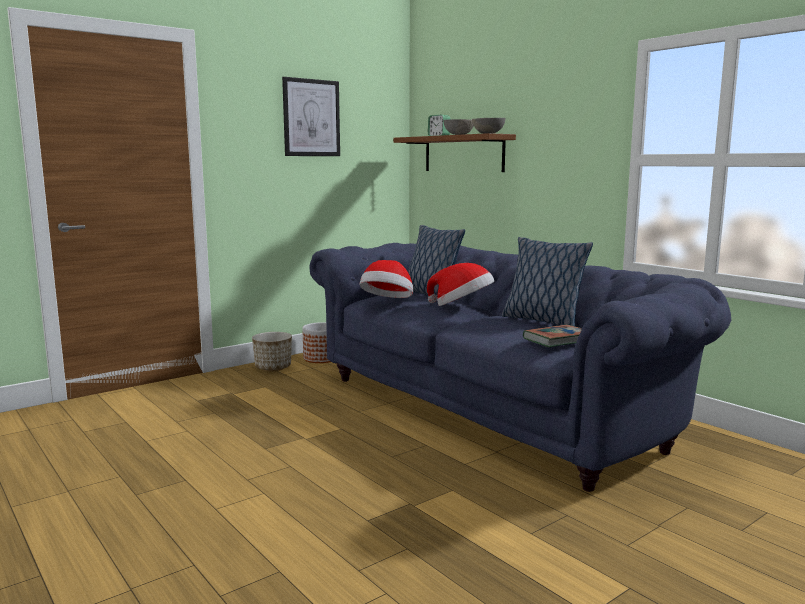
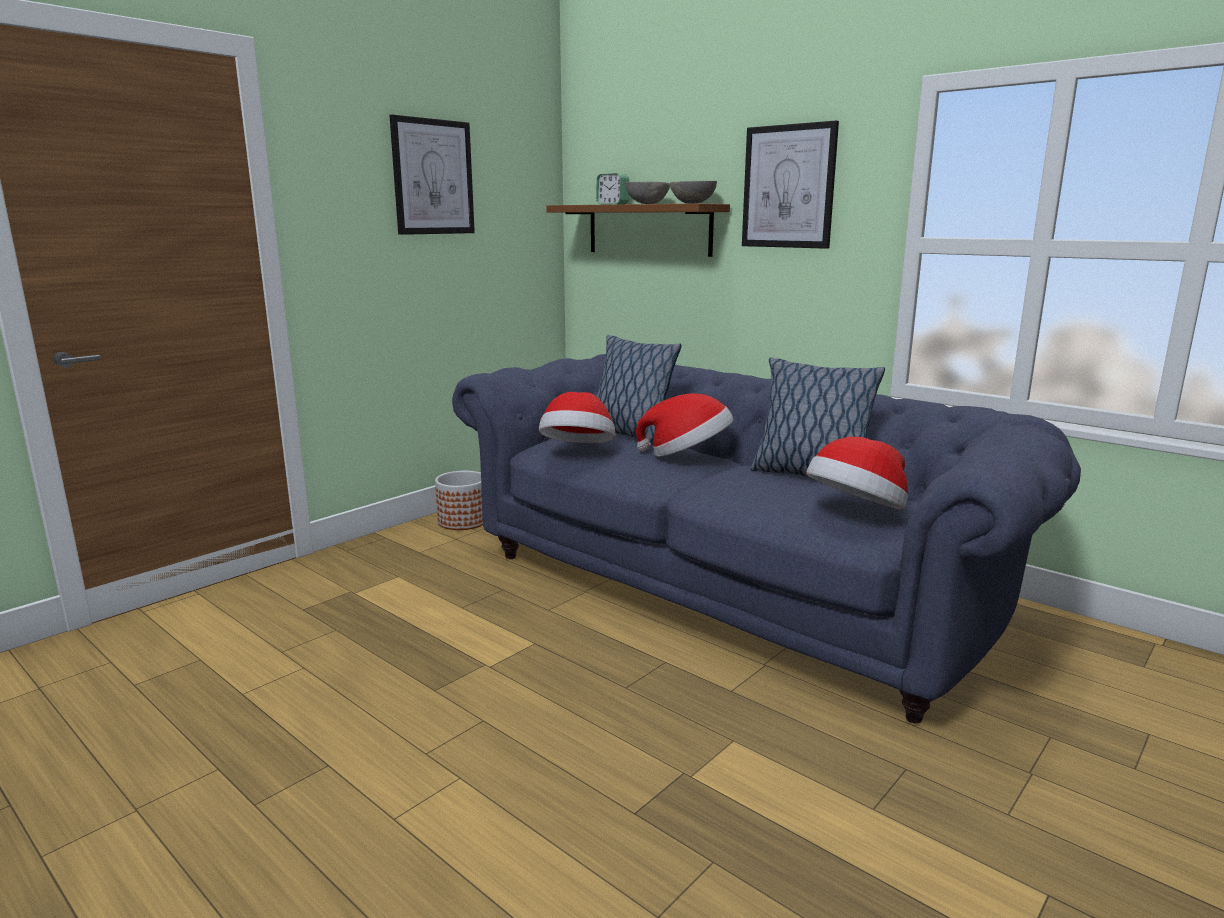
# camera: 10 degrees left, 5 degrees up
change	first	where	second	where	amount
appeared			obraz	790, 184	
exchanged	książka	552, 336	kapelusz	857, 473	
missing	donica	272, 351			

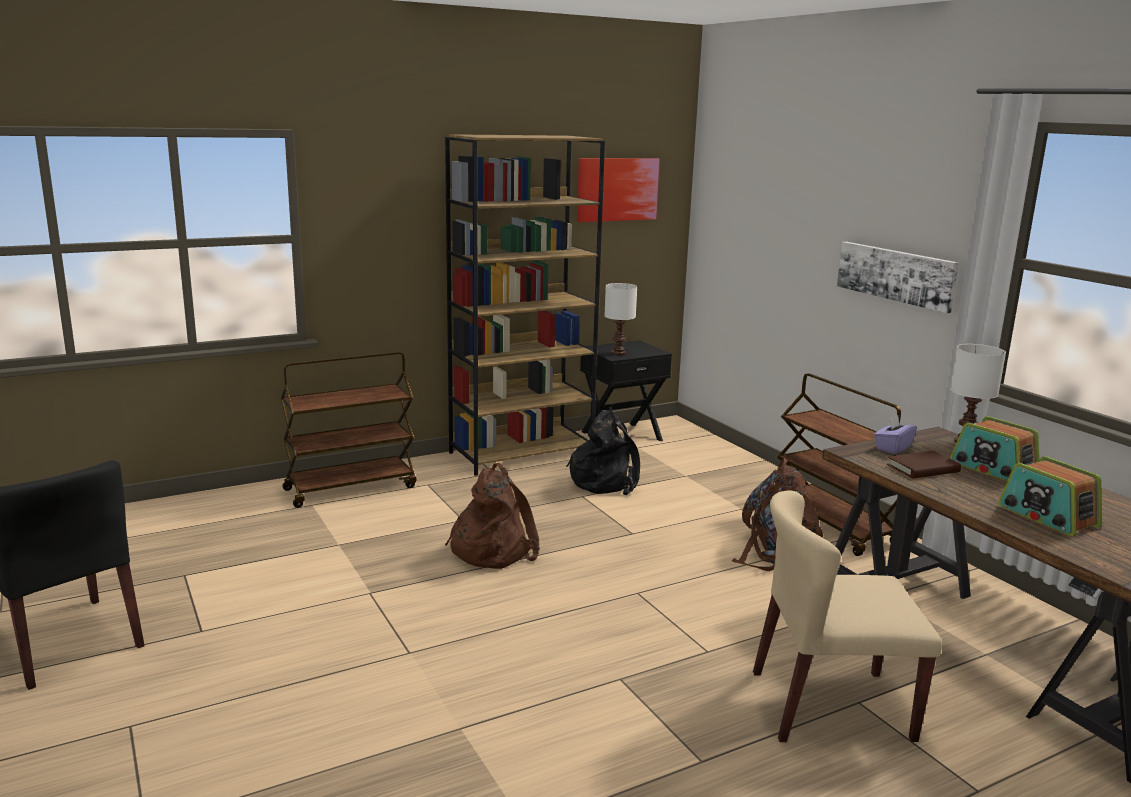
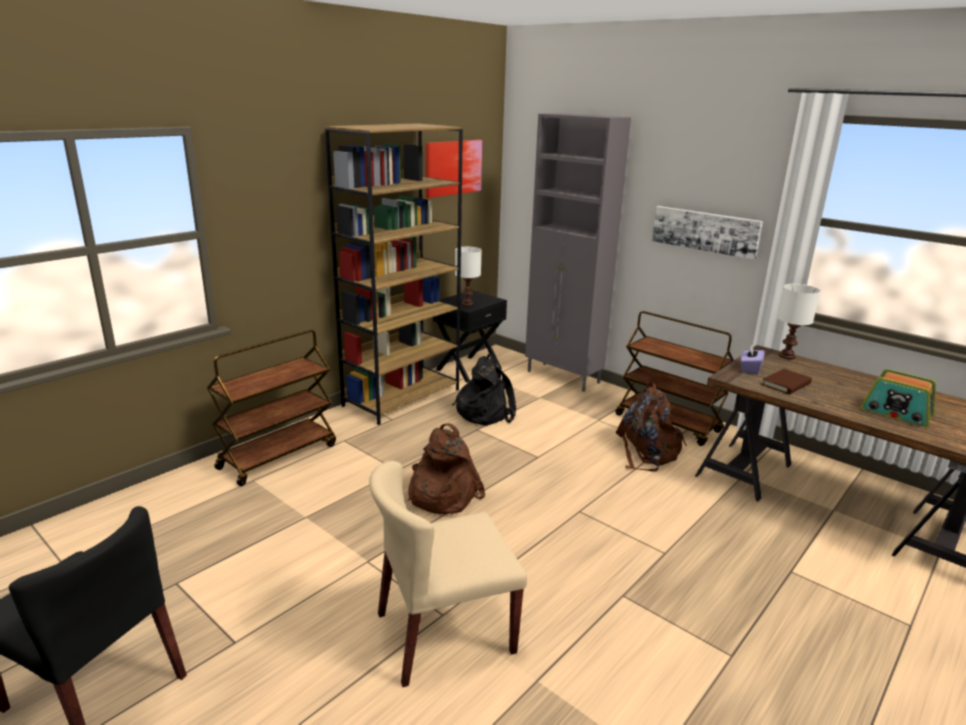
# camera: 20 degrees left, 5 degrees up
change	first	where	second	where	amount
relocated	krzesło [beżowy]	847, 616		448, 574	
appeared			szafka [szary]	578, 252	
missing	radio	994, 448			

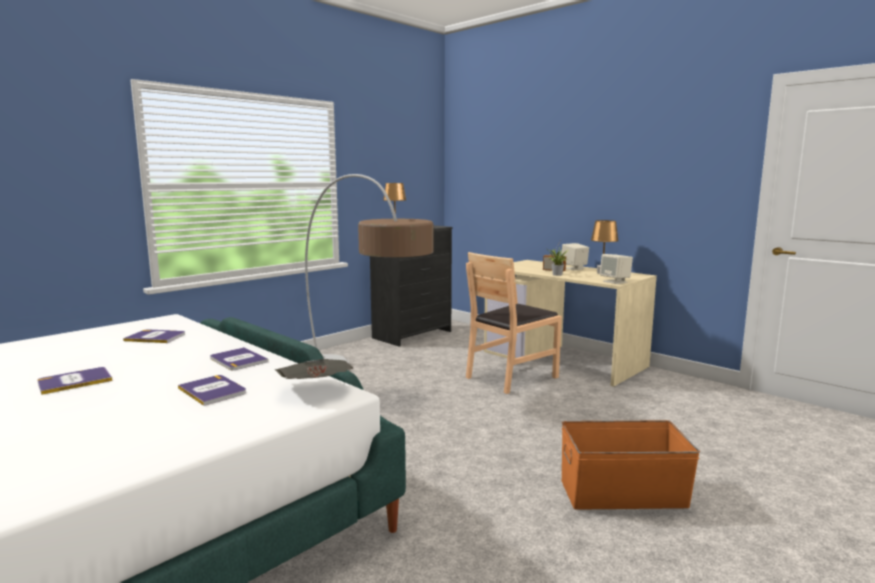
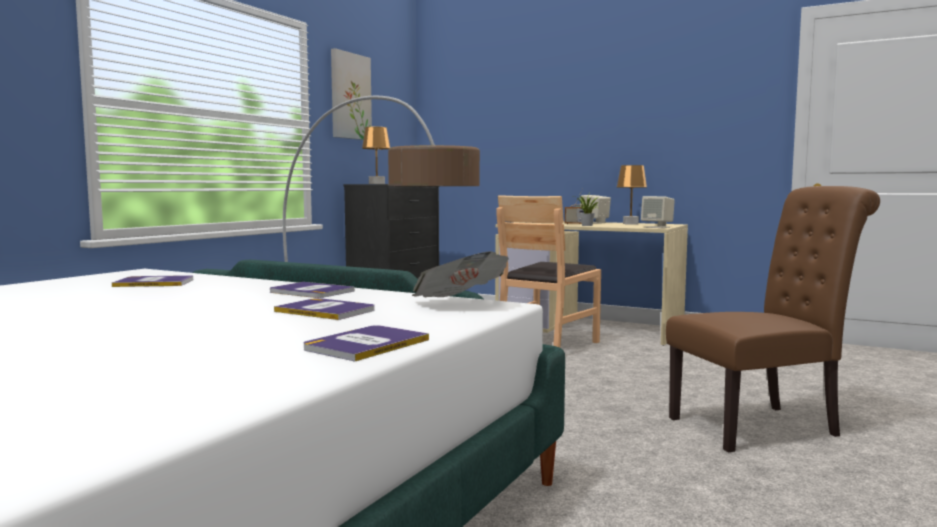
# camera: 15 degrees left, 5 degrees down
change	first	where	second	where	amount
relocated	książka	74, 381		366, 343	
appeared			obraz	351, 94	
exchanged	pojemnik do przechowywania [pomarańczowy]	631, 465	krzesło [brązowy]	773, 319	

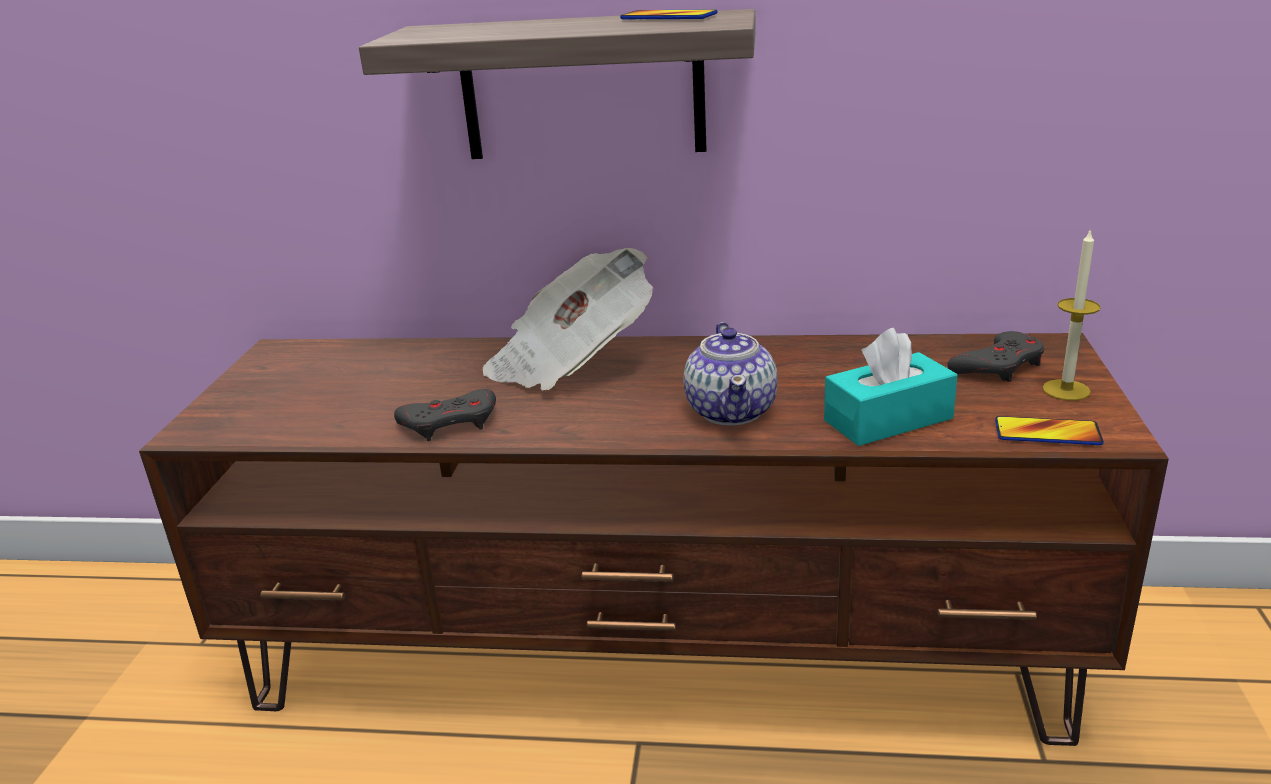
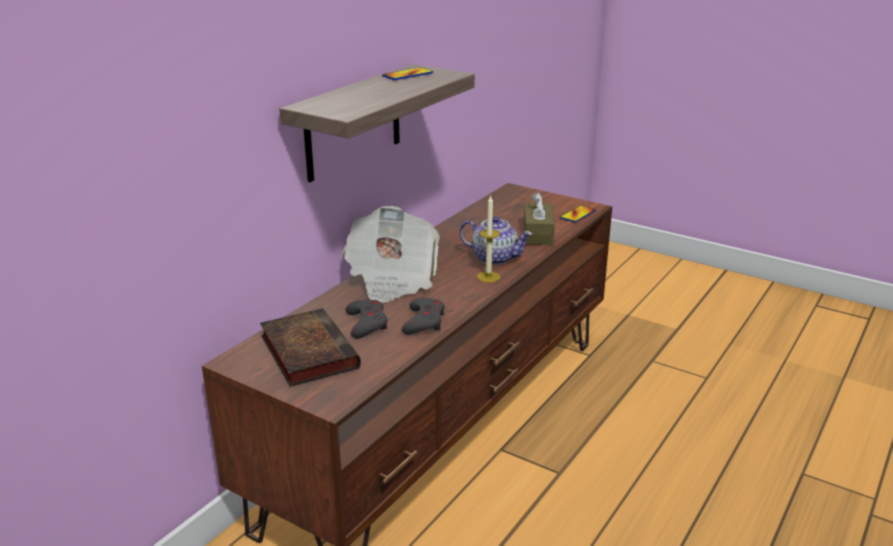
# camera: 65 degrees left, 0 degrees up
change	first	where	second	where	amount
appeared			książka	310, 347	
relocated	pad do gier [szary]	995, 356		366, 319	
relocated	świeca	1071, 314		488, 239	
colour	pudełko chusteczek [turkusowy]	891, 387	pudełko chusteczek [brązowy]	539, 218	

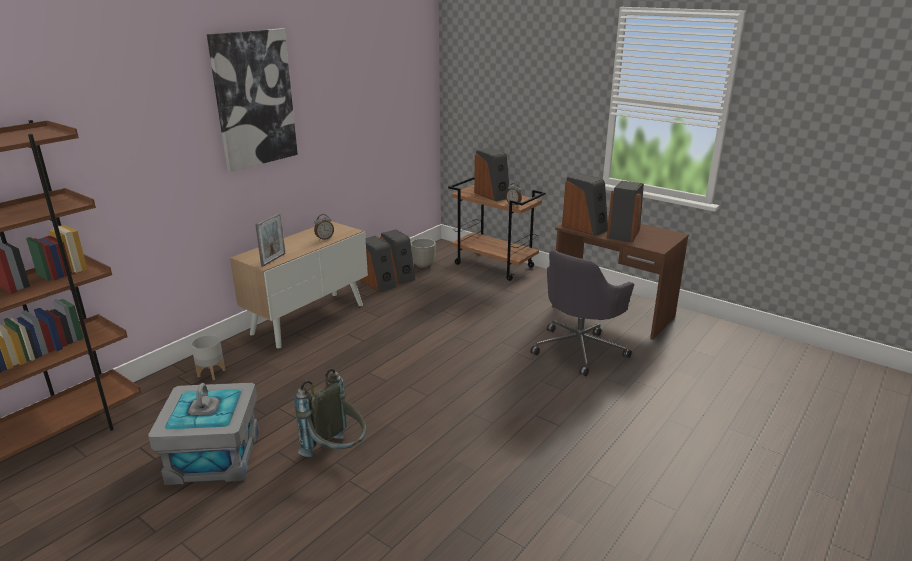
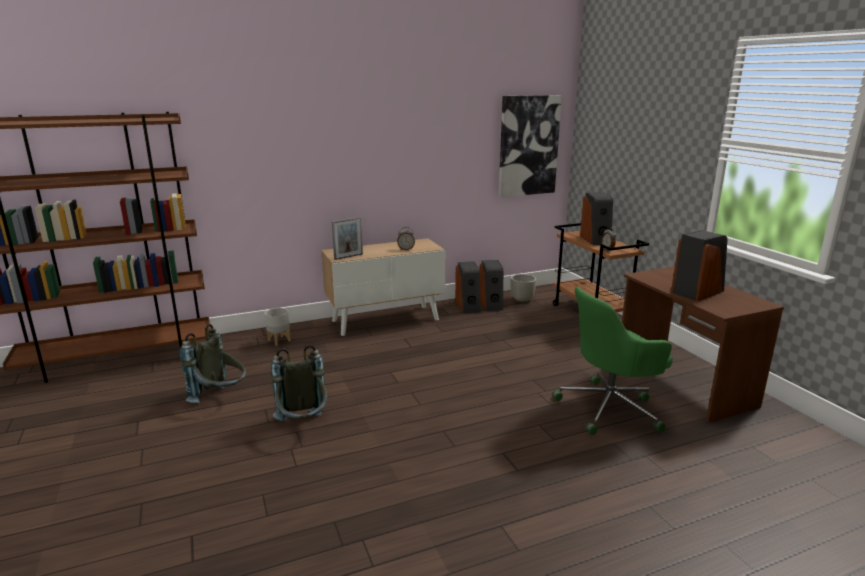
# camera: 30 degrees right, 5 degrees down
change	first	where	second	where	amount
exchanged	pojemnik do przechowywania [szary]	203, 434	plecak [szary]	213, 363	
relocated	obraz	252, 100		530, 146	
colour	krzesło biurowe [szary]	582, 313	krzesło biurowe [zielony]	612, 361	
missing	głośnik	585, 204			

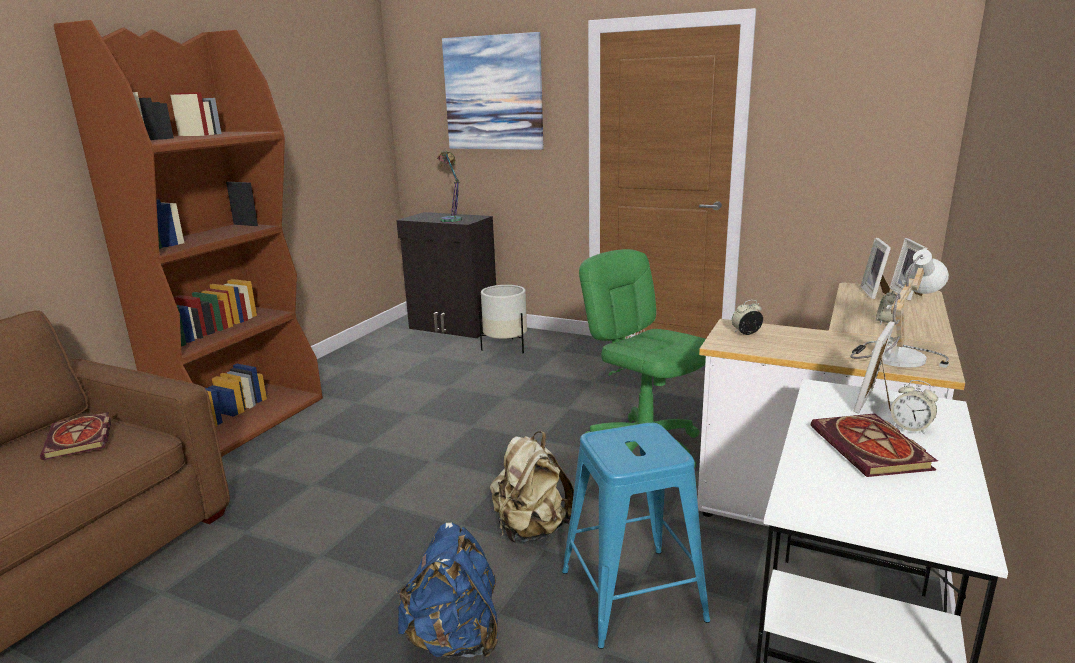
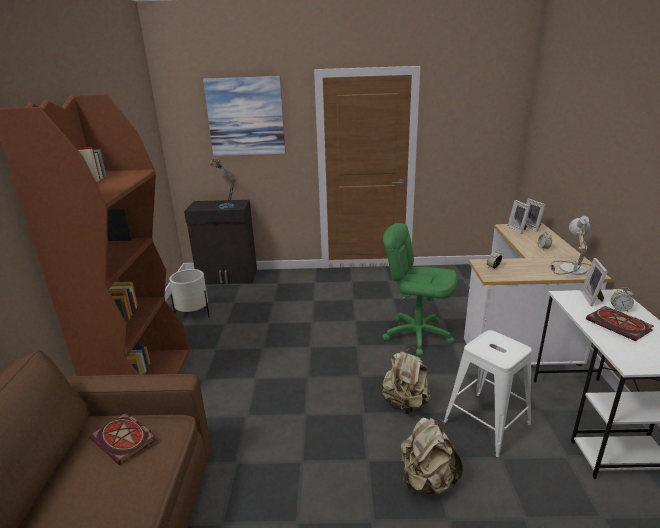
# camera: 25 degrees left, 5 degrees up
change	first	where	second	where	amount
relocated	donica [biały]	503, 319		189, 293	
colour	plecak [niebieski]	447, 590	plecak [beżowy]	432, 456	
colour	stołek [niebieski]	636, 536	stołek [biały]	488, 394	

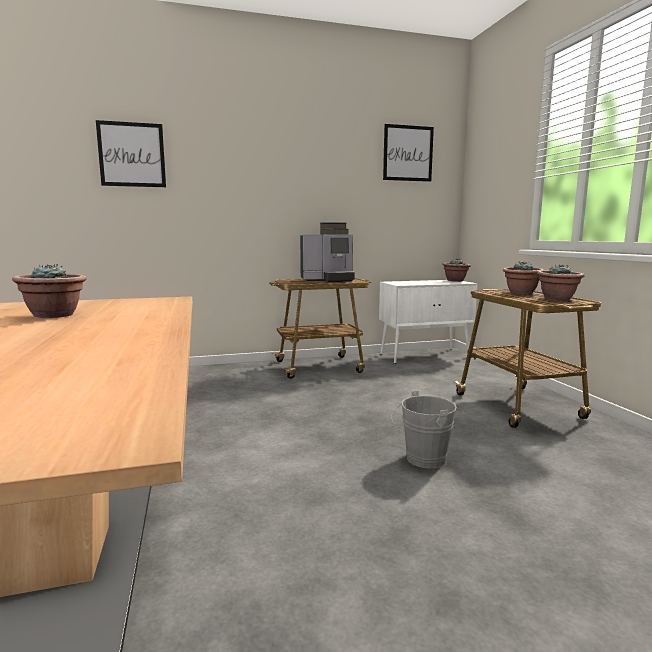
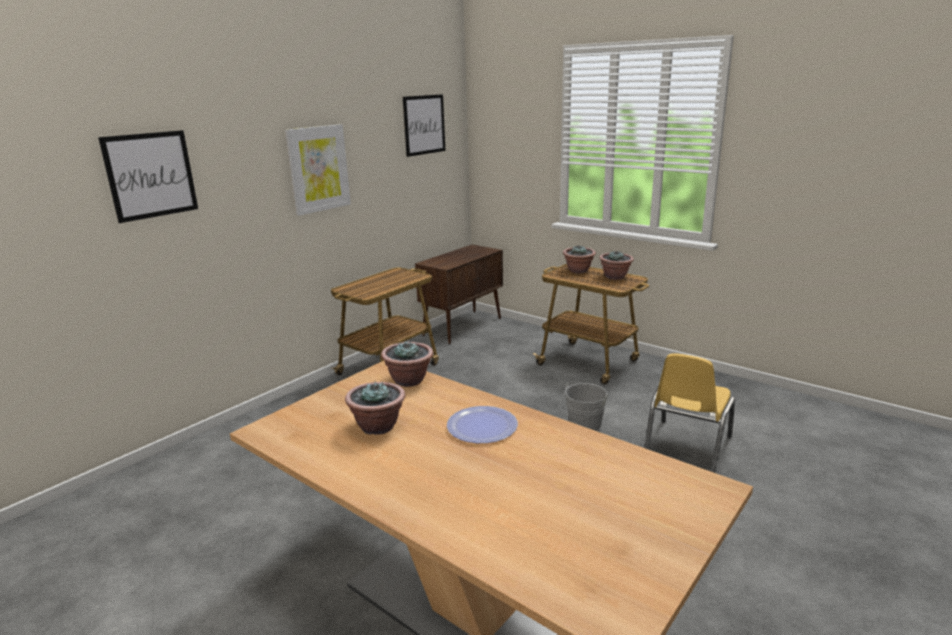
# camera: 35 degrees left, 10 degrees up
change	first	where	second	where	amount
appeared			obraz	318, 170	
relocated	roślina doniczkowa	456, 270		407, 364	
colour	szafka [biały]	428, 322	szafka [brązowy]	459, 294	
appeared			talerz	482, 424	
appeared			krzesło [żółty]	689, 413	
missing	ekspres do kawy	327, 252			

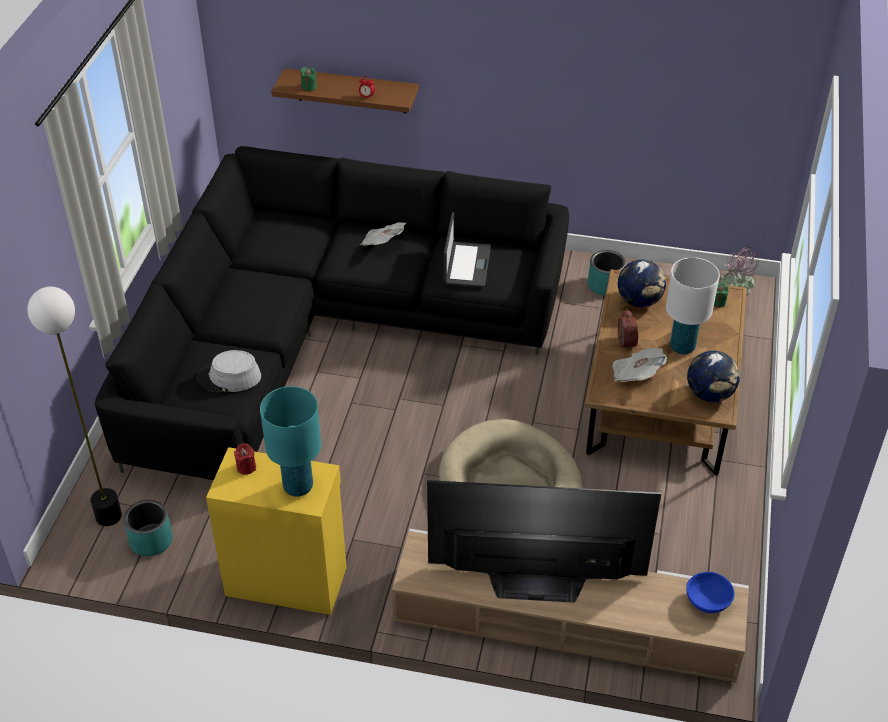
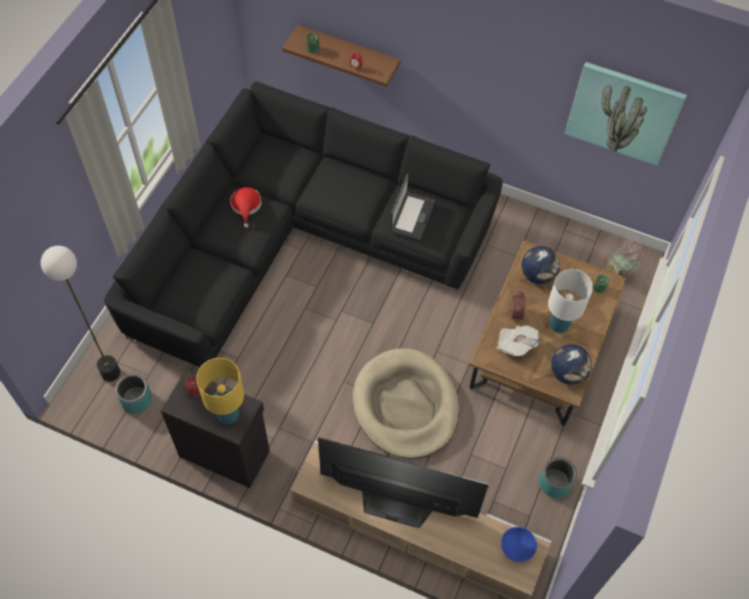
# camera: 10 degrees right, 15 degrees up
change	first	where	second	where	amount
colour	szafka [żółty]	276, 531	szafka [czarny]	215, 429	
colour	lampa stołowa [turkusowy]	290, 441	lampa stołowa [żółty]	220, 391	
appeared			kapelusz [czerwony]	246, 207	
relocated	donica [turkusowy]	607, 273		558, 477	
appeared			obraz	626, 114	
missing	kapelusz [szary]	229, 371			
missing	gazeta	383, 233			

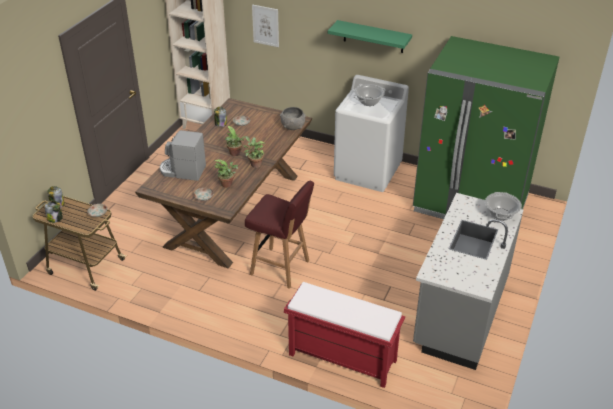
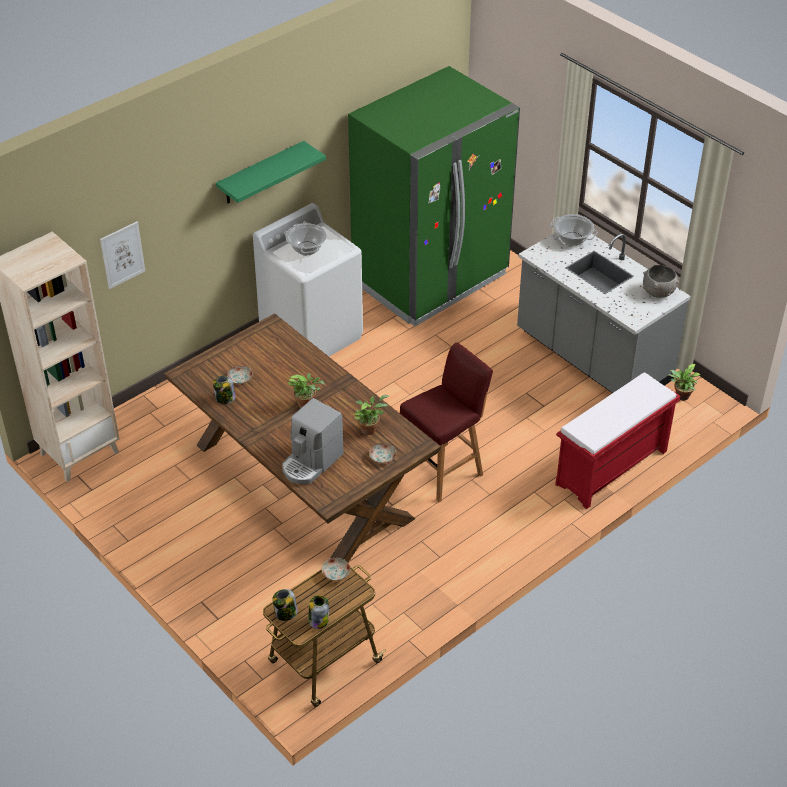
# camera: 65 degrees left, 5 degrees up
change	first	where	second	where	amount
relocated	miska [szary]	293, 118		660, 281	
relocated	roślina doniczkowa	254, 152		684, 382	

